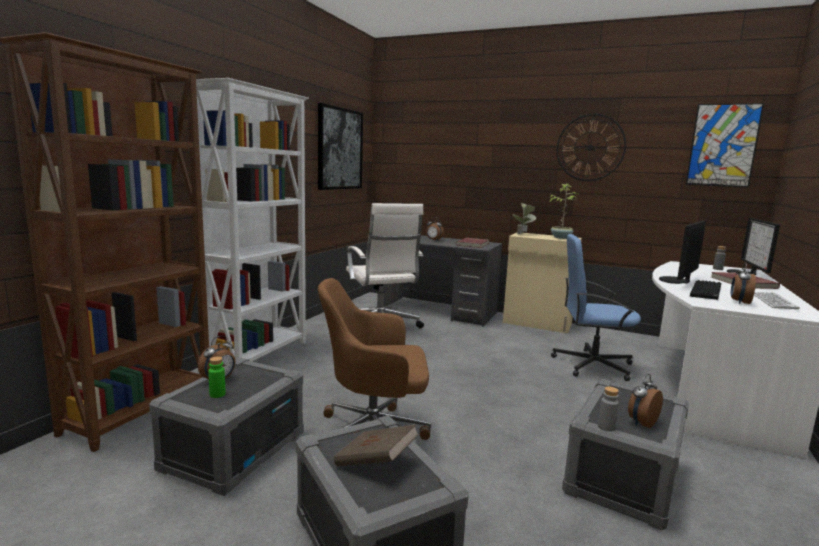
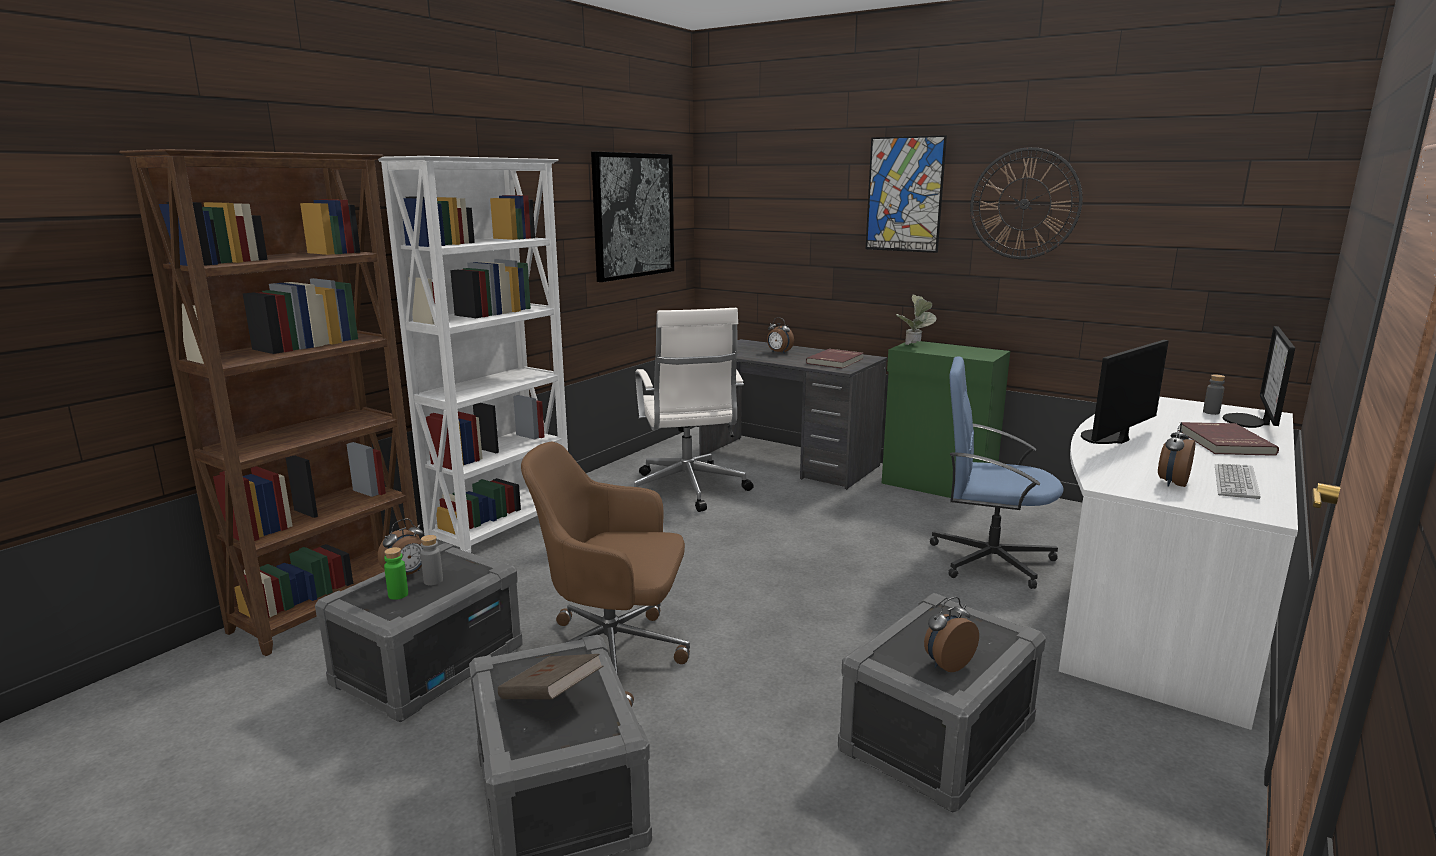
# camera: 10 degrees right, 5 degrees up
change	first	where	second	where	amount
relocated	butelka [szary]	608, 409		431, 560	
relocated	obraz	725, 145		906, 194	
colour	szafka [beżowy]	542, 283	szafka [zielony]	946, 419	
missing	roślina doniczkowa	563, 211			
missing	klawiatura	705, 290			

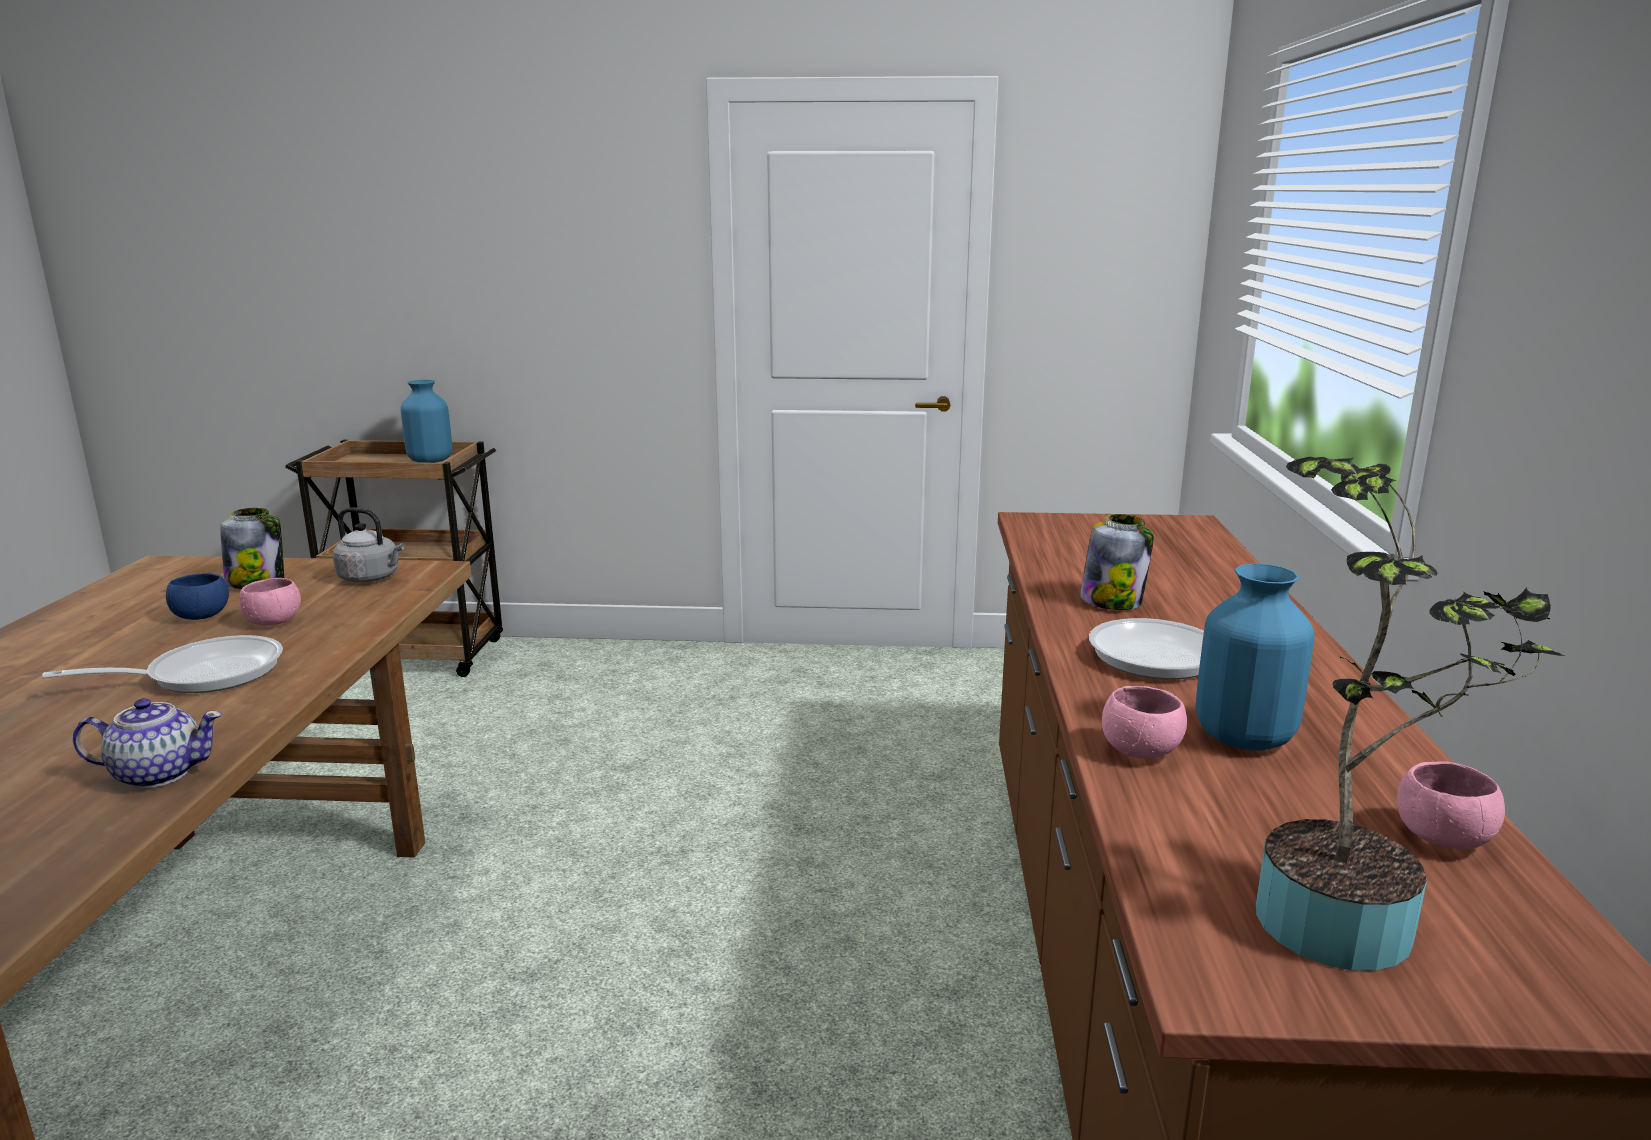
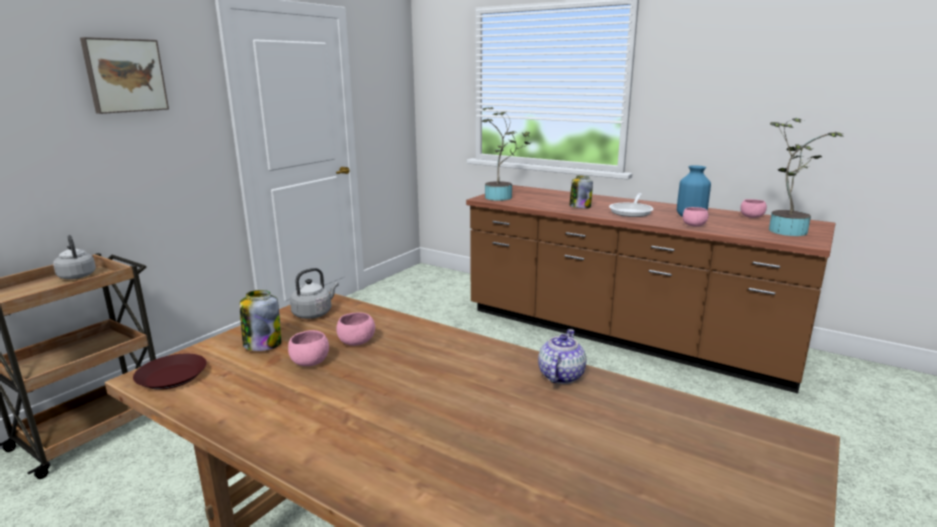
# camera: 60 degrees left, 0 degrees up
change	first	where	second	where	amount
exchanged	wazon [niebieski]	427, 421	czajnik [szary]	74, 257	
appeared			obraz	124, 75	
appeared			talerz [brązowy]	170, 372	
colour	miska [niebieski]	197, 596	miska [różowy]	308, 348	
appeared			roślina doniczkowa	506, 154	
missing	patelnia	162, 664			

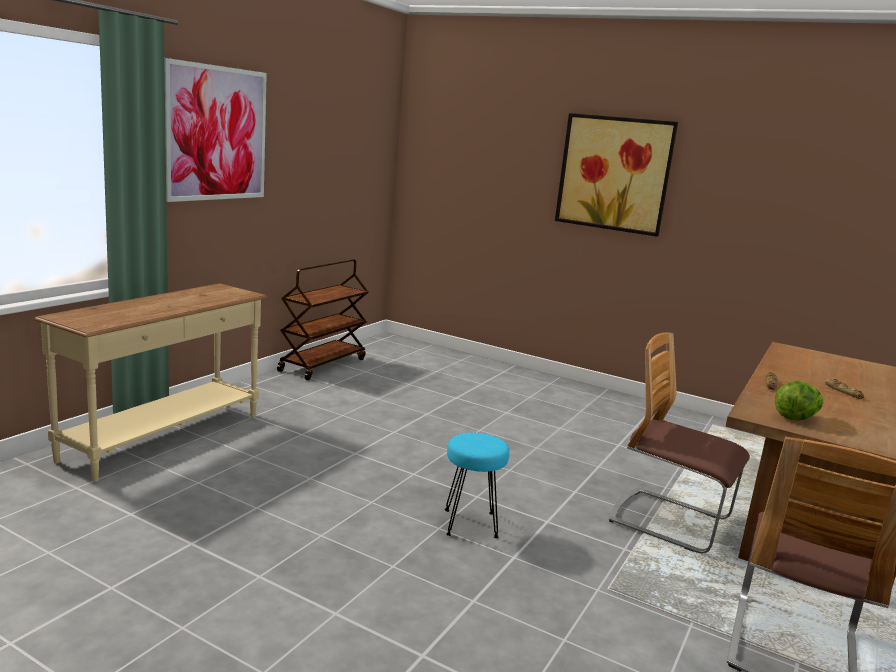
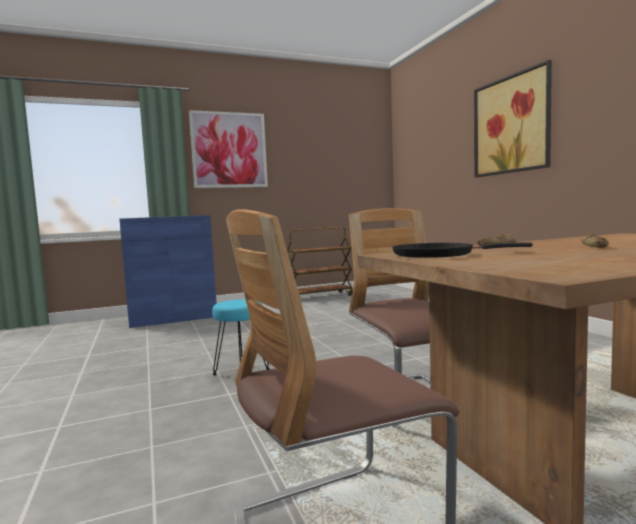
# camera: 40 degrees right, 10 degrees down
change	first	where	second	where	amount
exchanged	stolik konsolowy [beżowy]	151, 382	szafka [niebieski]	168, 271	
exchanged	sałata	799, 401	patelnia [czarny]	462, 250	

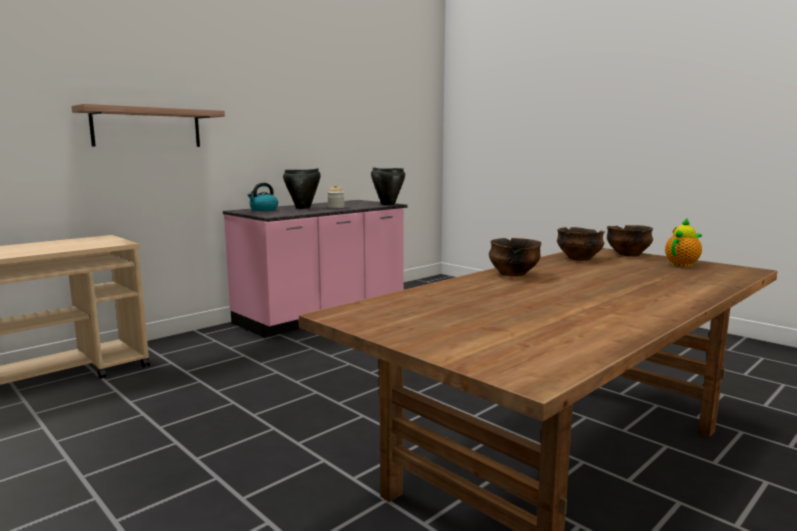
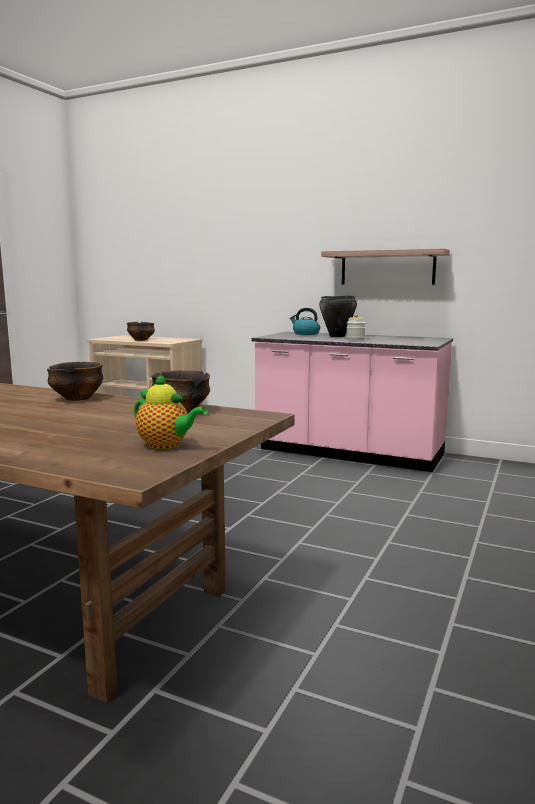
# camera: 70 degrees right, 0 degrees up
change	first	where	second	where	amount
relocated	miska	630, 241		141, 331	
relocated	półka	148, 125		385, 266	
missing	garnek [czarny]	388, 186			

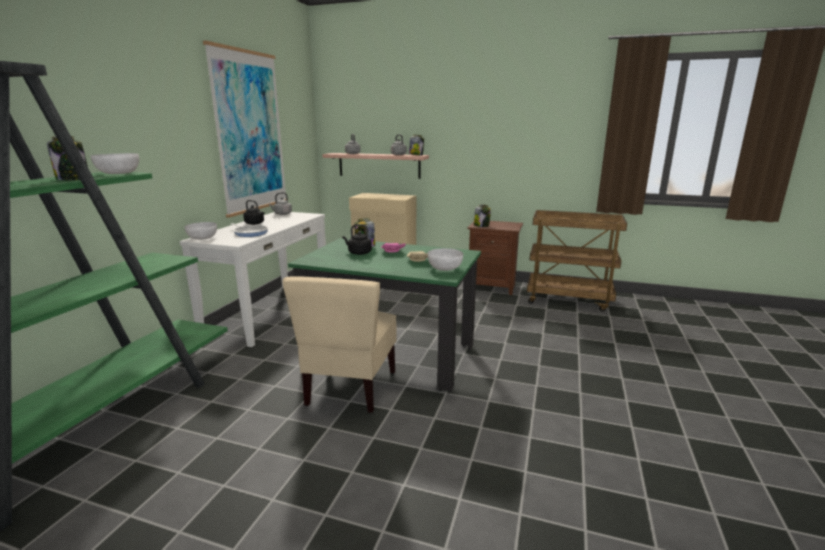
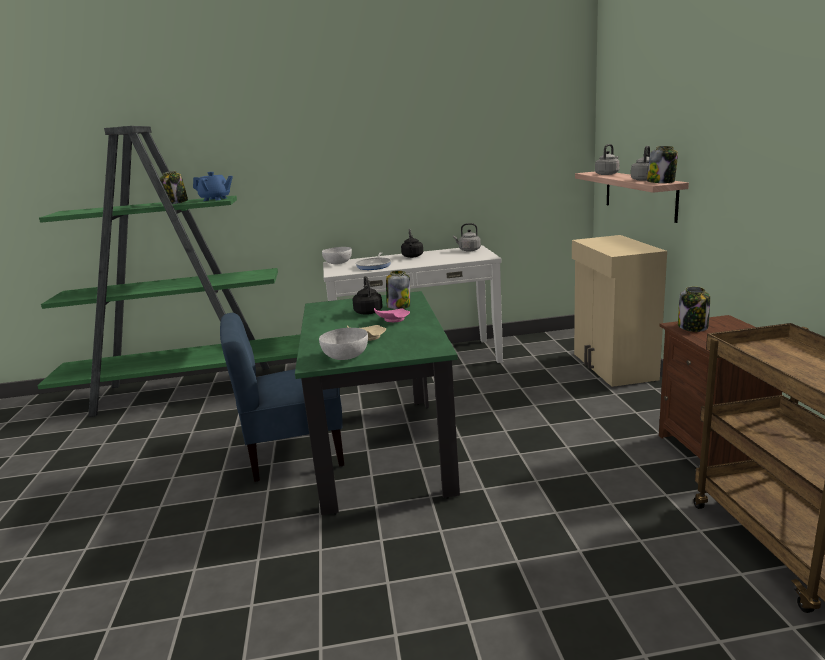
# camera: 65 degrees right, 0 degrees up
change	first	where	second	where	amount
exchanged	miska [biały]	114, 163	imbryk [niebieski]	213, 186	
colour	krzesło [beżowy]	339, 344	krzesło [niebieski]	282, 397	
missing	obraz	244, 129			

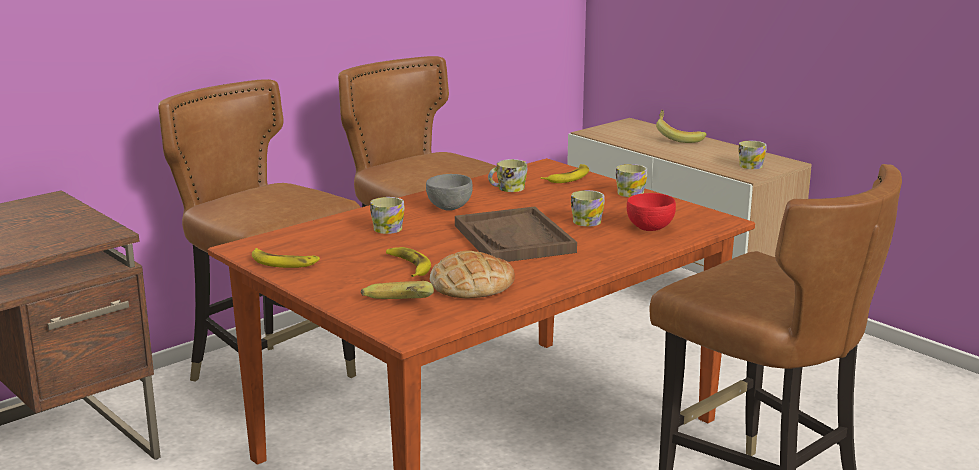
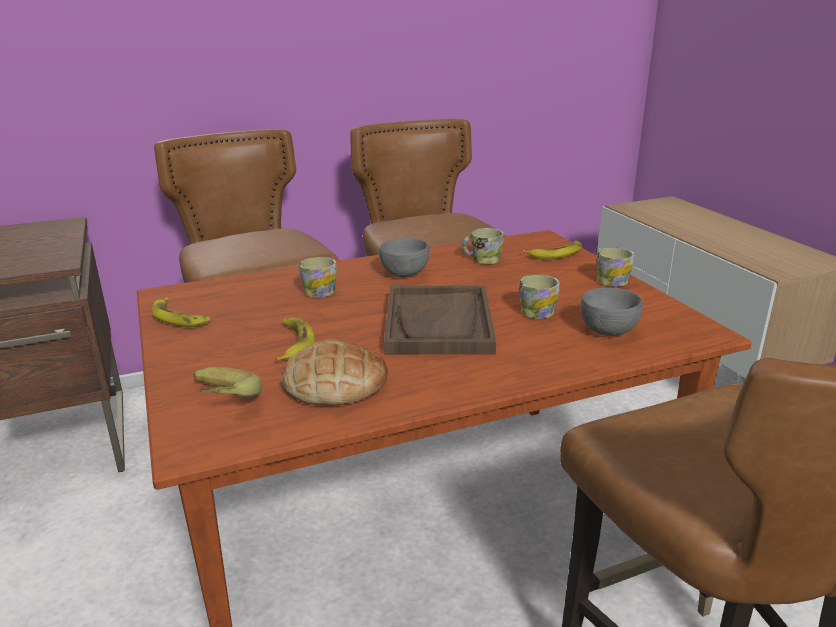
# camera: 20 degrees right, 5 degrees up
change	first	where	second	where	amount
colour	miska [czerwony]	651, 212	miska [szary]	612, 311	
missing	banan	681, 126			
missing	kubek	752, 155			

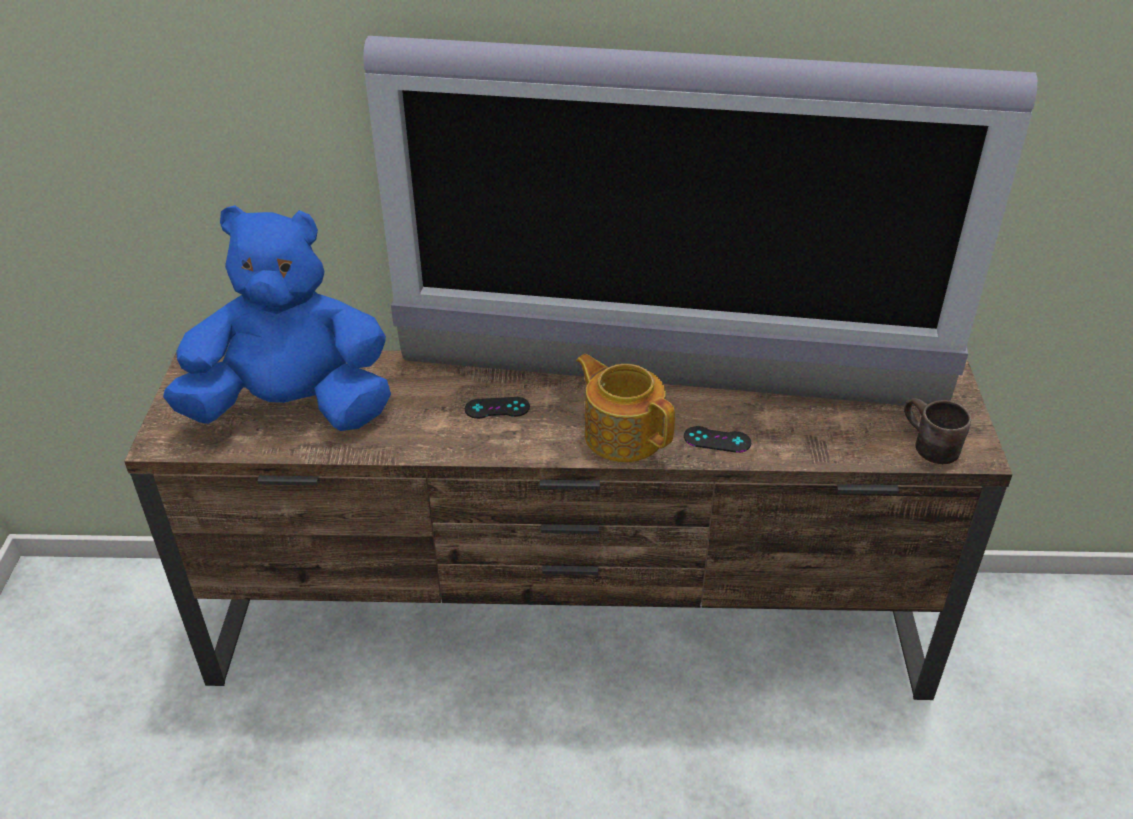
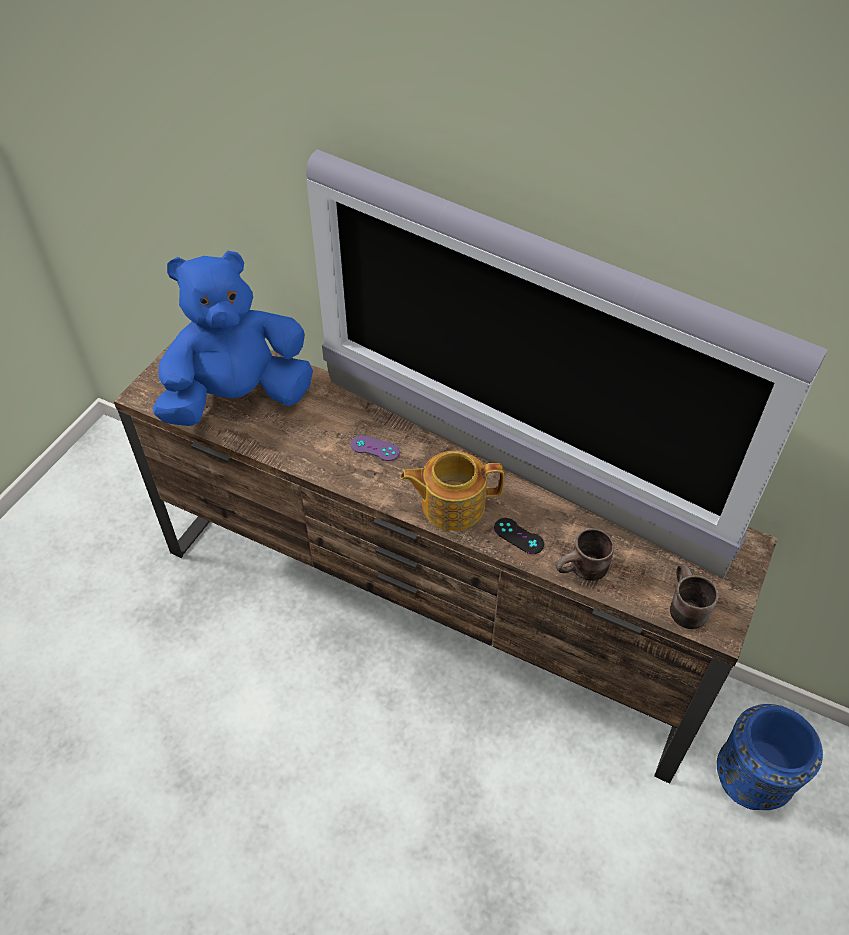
# camera: 25 degrees right, 10 degrees up
change	first	where	second	where	amount
spun	pluszak [niebieski]	277, 318		233, 338	45 degrees counterclockwise
colour	pad do gier [czarny]	497, 408	pad do gier [fioletowy]	375, 448	
spun	imbryk	625, 408		452, 491	75 degrees counterclockwise
appeared			kubek [brązowy]	585, 554	
appeared			wazon [niebieski]	770, 757	

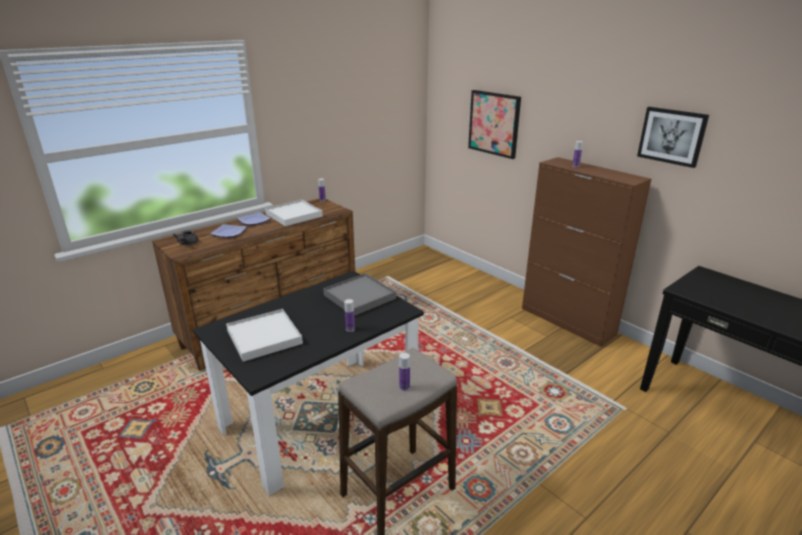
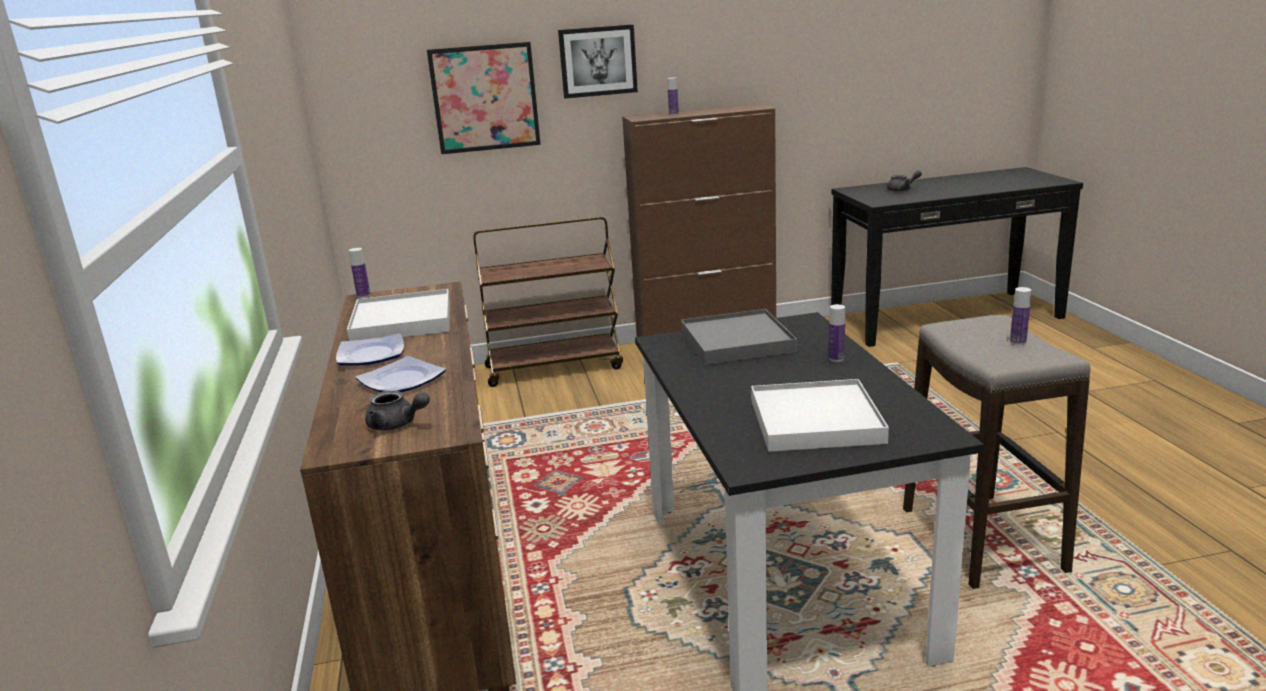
# camera: 60 degrees left, 5 degrees down
change	first	where	second	where	amount
appeared			wózek [brązowy]	548, 302	
relocated	obraz	673, 137		598, 61	
appeared			imbryk [szary]	904, 181	

